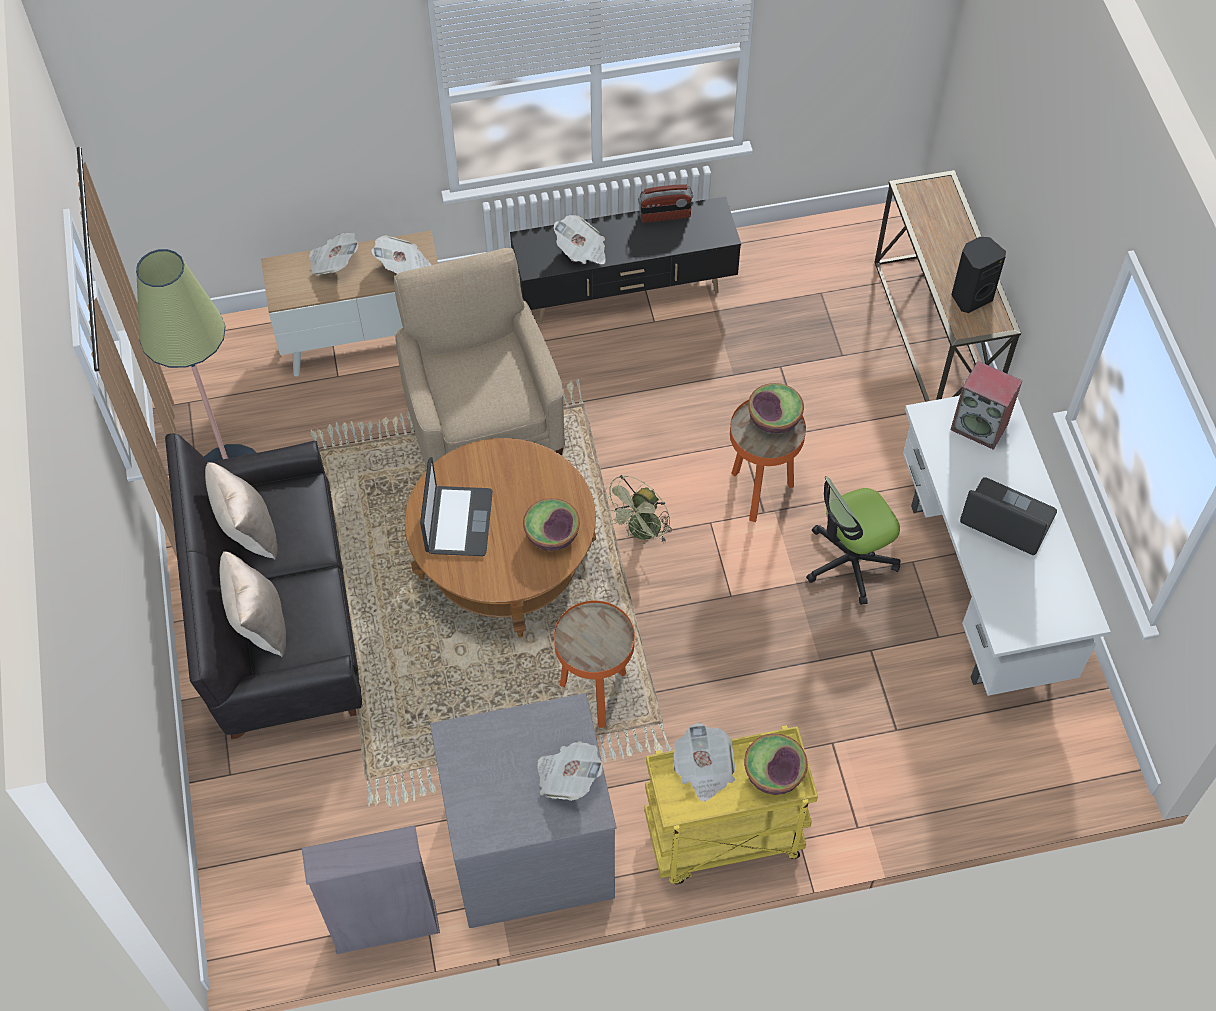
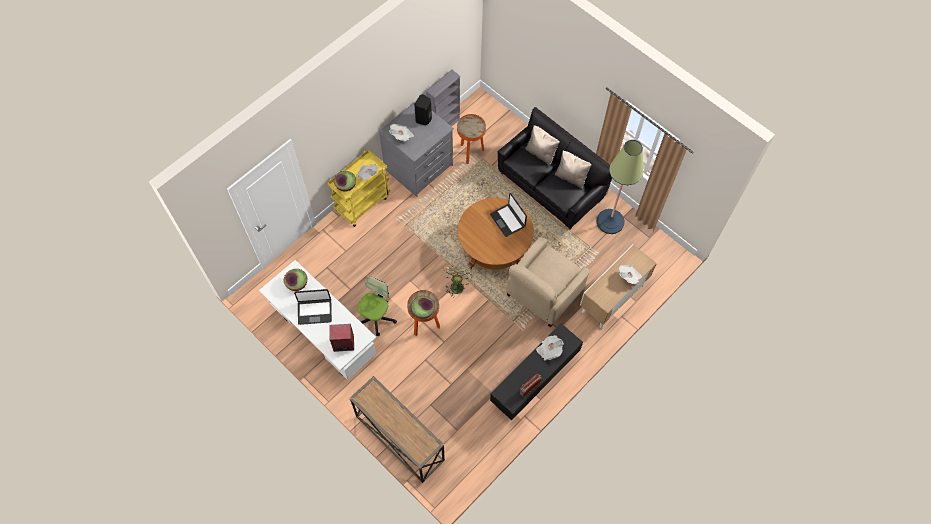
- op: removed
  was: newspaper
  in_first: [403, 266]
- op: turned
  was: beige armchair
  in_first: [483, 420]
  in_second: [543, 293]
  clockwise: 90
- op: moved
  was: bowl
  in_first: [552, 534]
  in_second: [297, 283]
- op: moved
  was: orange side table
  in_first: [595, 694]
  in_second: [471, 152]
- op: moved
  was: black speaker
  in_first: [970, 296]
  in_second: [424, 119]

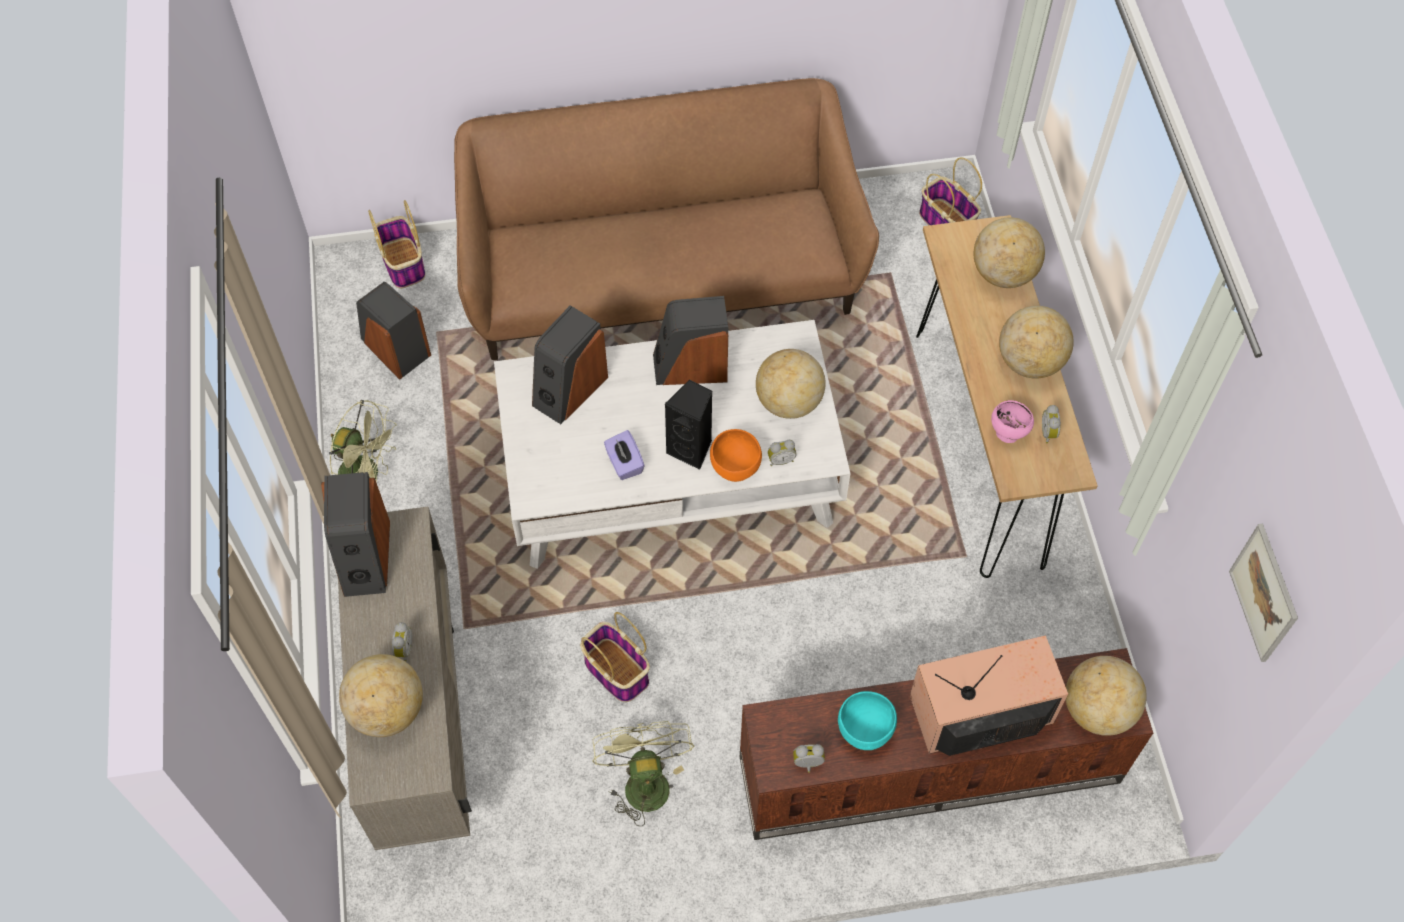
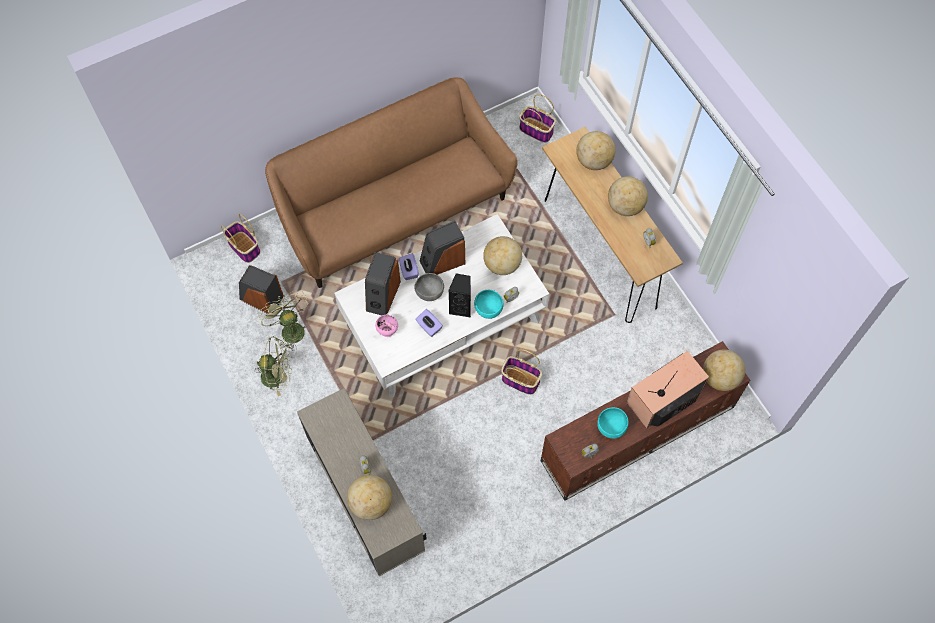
- op: removed
  was: speaker
  in_first: [365, 557]
- op: moved
  was: basket
  in_first: [615, 670]
  in_second: [519, 380]
- op: moved
  was: green fan
  in_first: [643, 780]
  in_second: [289, 329]
- op: recoloured
  was: orange bowl
  now: turquoise bowl
  in_first: [735, 468]
  in_second: [488, 310]
- op: moved
  was: pink bowl
  in_first: [1007, 433]
  in_second: [387, 331]
- op: removed
  was: picture
  in_first: [1264, 593]
- op: added
  now: purple tissue box
  in_second: [409, 271]
- op: added
  now: grey bowl
  in_second: [430, 293]

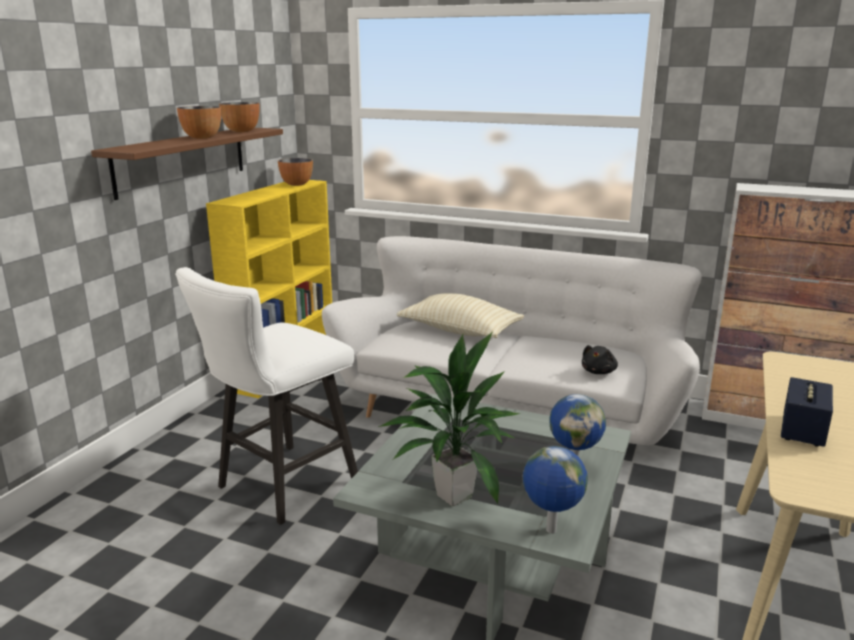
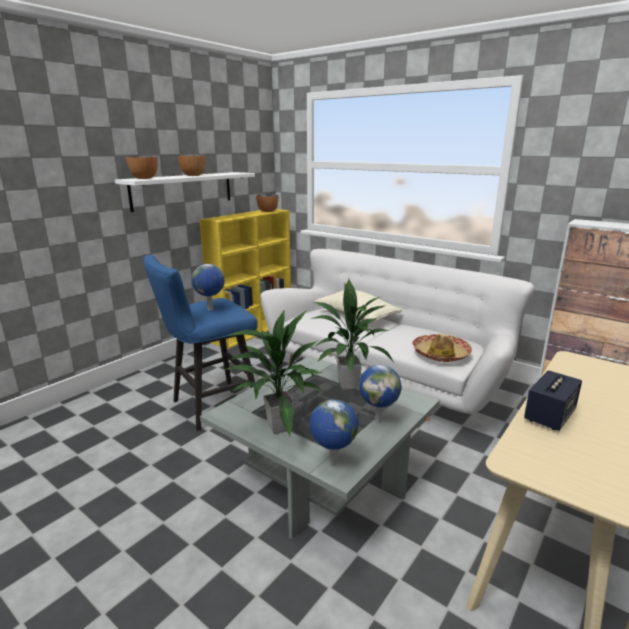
- op: recoloured
  was: brown shelf
  now: white shelf
  in_first: [182, 160]
  in_second: [183, 190]
- op: recoloured
  was: white stool
  now: blue stool
  in_first: [280, 487]
  in_second: [210, 407]
- op: moved
  was: bowl
  in_first: [242, 131]
  in_second: [144, 178]
- op: replaced
  was: black plush toy
  now: hat
  in_first: [599, 372]
  in_second: [440, 354]
- op: added
  now: globe
  in_second: [210, 309]
- op: added
  now: potted plant
  in_second: [348, 386]

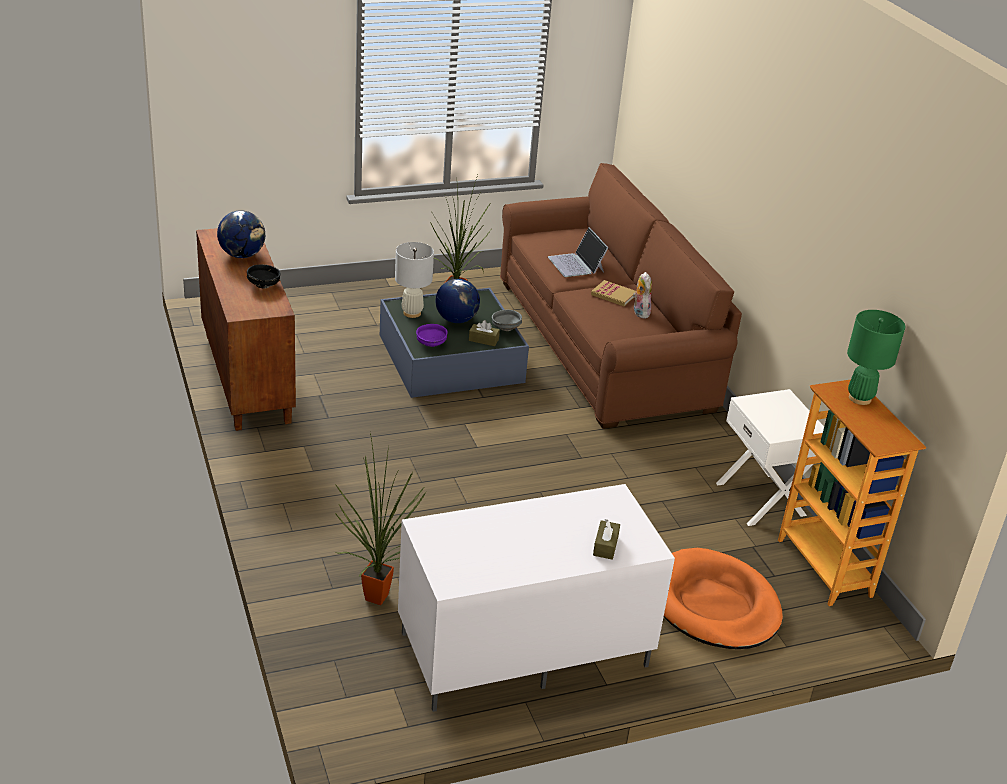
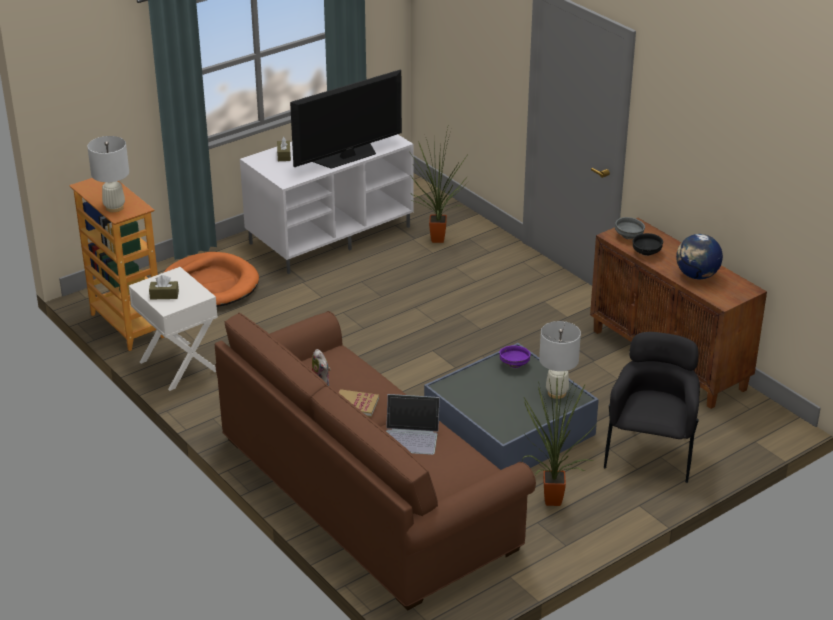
- op: removed
  was: globe
  in_first: [456, 320]
- op: moved
  was: brown tissue box
  in_first: [483, 340]
  in_second: [164, 295]
- op: moved
  was: grey bowl
  in_first: [505, 328]
  in_second: [629, 236]
- op: turned
  was: laptop
  in_first: [576, 264]
  in_second: [411, 436]
  clockwise: 135
- op: recoloured
  was: green table lamp
  now: white table lamp
  in_first: [859, 398]
  in_second: [114, 208]
- op: added
  now: television
  in_second: [347, 156]
- op: added
  now: black armchair
  in_second: [651, 452]

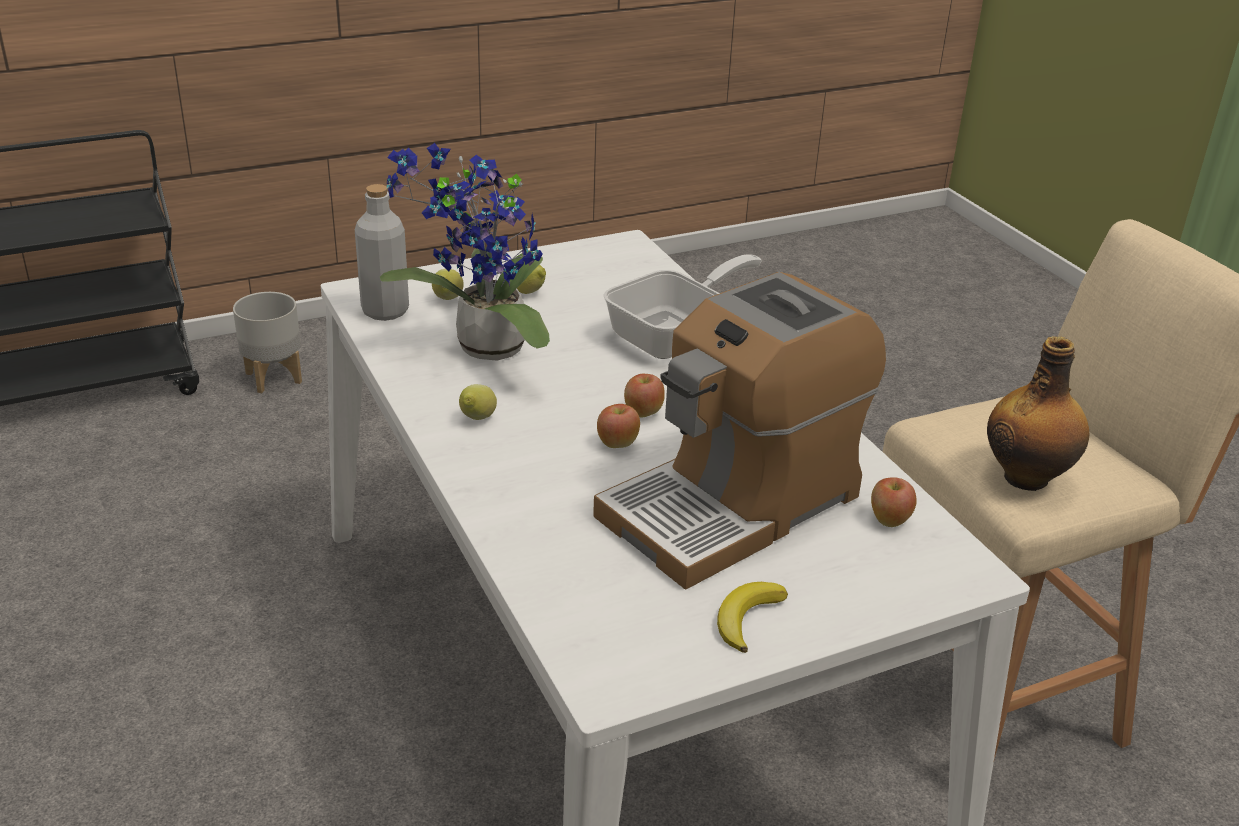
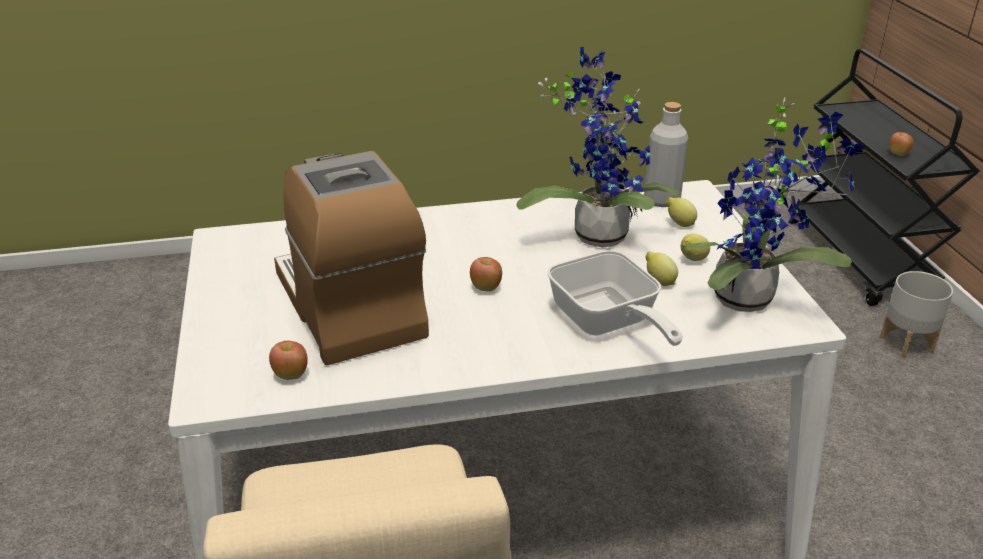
- op: moved
  was: lemon
  in_first: [477, 419]
  in_second: [659, 282]
- op: moved
  was: apple
  in_first: [617, 443]
  in_second: [898, 154]
- op: removed
  was: banana
  in_first: [747, 618]
- op: removed
  was: bottle
  in_first: [1027, 477]
- op: added
  now: potted plant
  in_second: [751, 299]

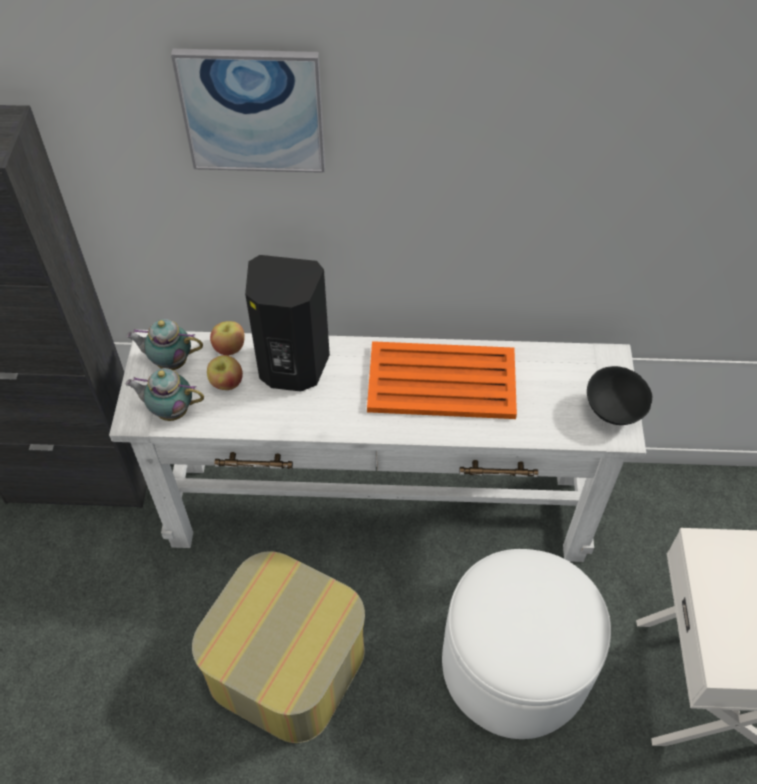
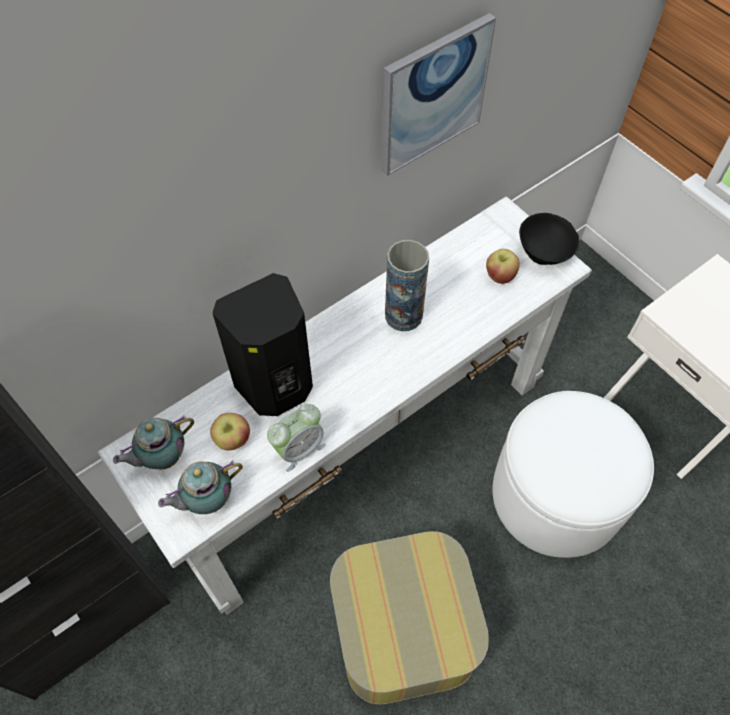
- op: moved
  was: picture
  in_first: [253, 110]
  in_second: [433, 95]
- op: moved
  was: apple
  in_first: [229, 347]
  in_second: [500, 275]
- op: replaced
  was: orange tray
  now: vase
  in_first: [440, 381]
  in_second: [403, 315]
- op: added
  now: alarm clock
  in_second: [299, 449]

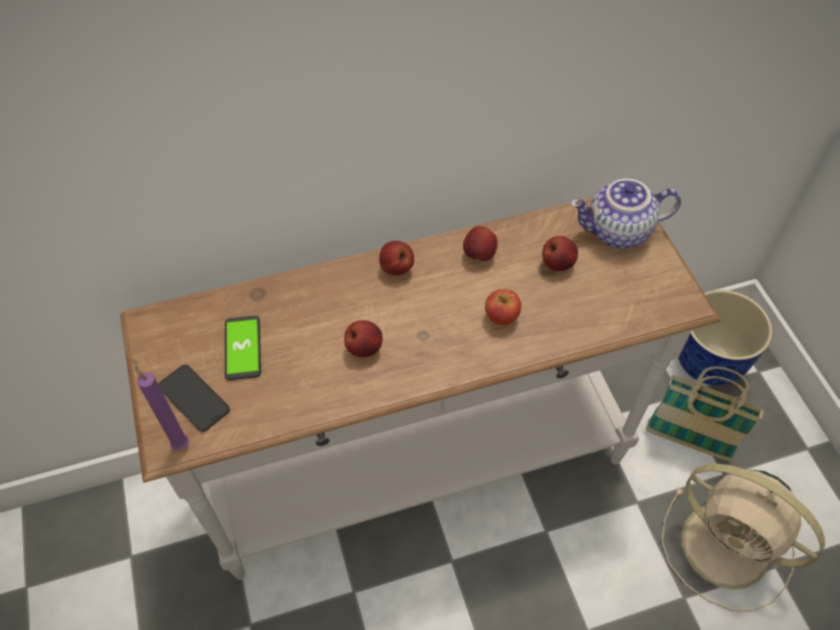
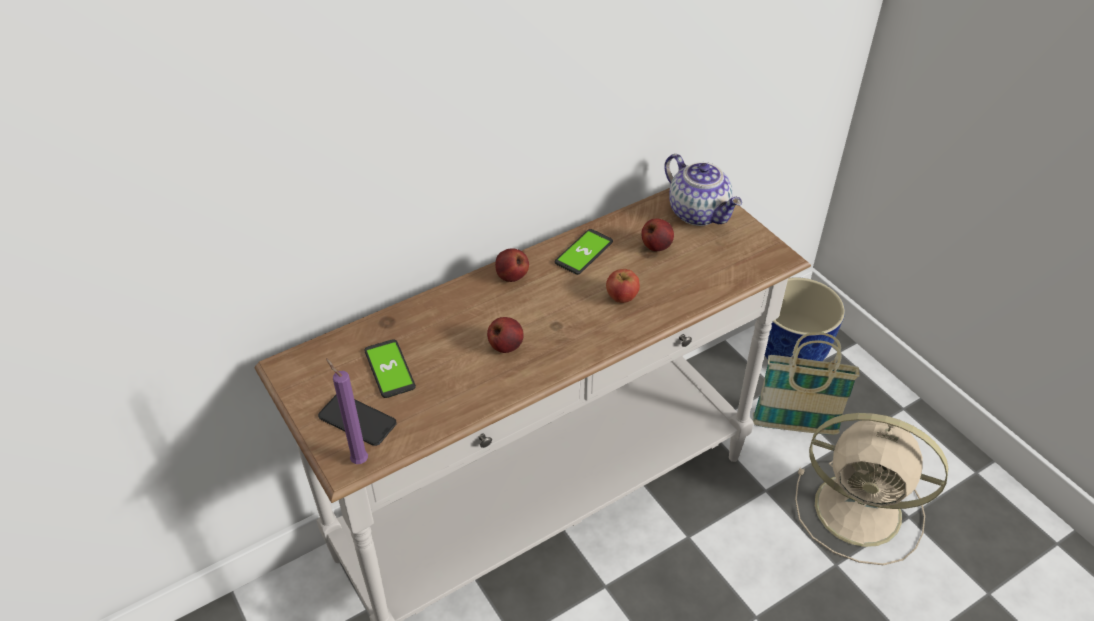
- op: replaced
  was: apple
  now: phone
  in_first: [479, 255]
  in_second: [584, 252]
- op: turned
  was: teapot
  in_first: [617, 232]
  in_second: [699, 213]
  clockwise: -105

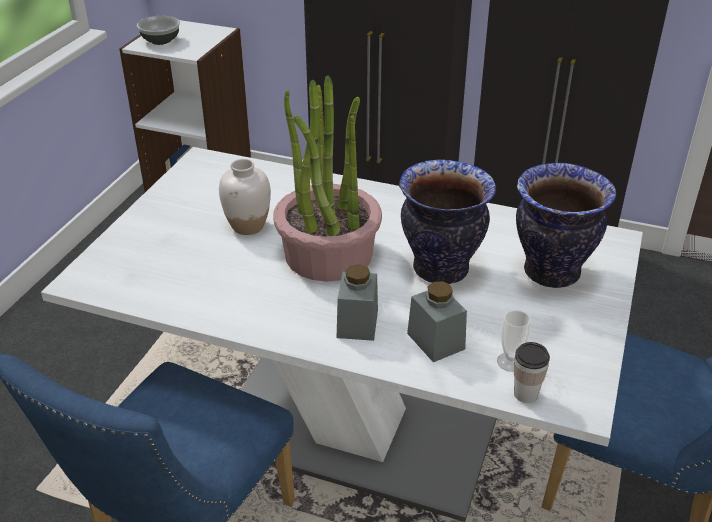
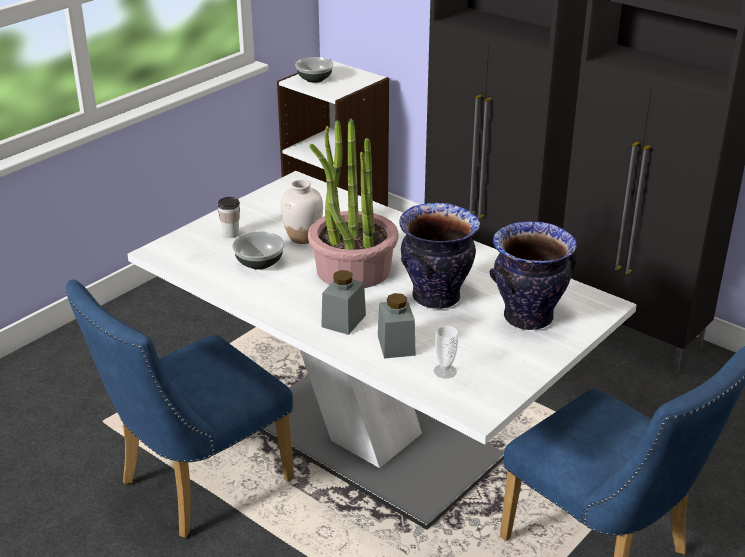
- op: moved
  was: cup
  in_first: [525, 394]
  in_second: [230, 234]
- op: added
  now: bowl
  in_second: [260, 263]

